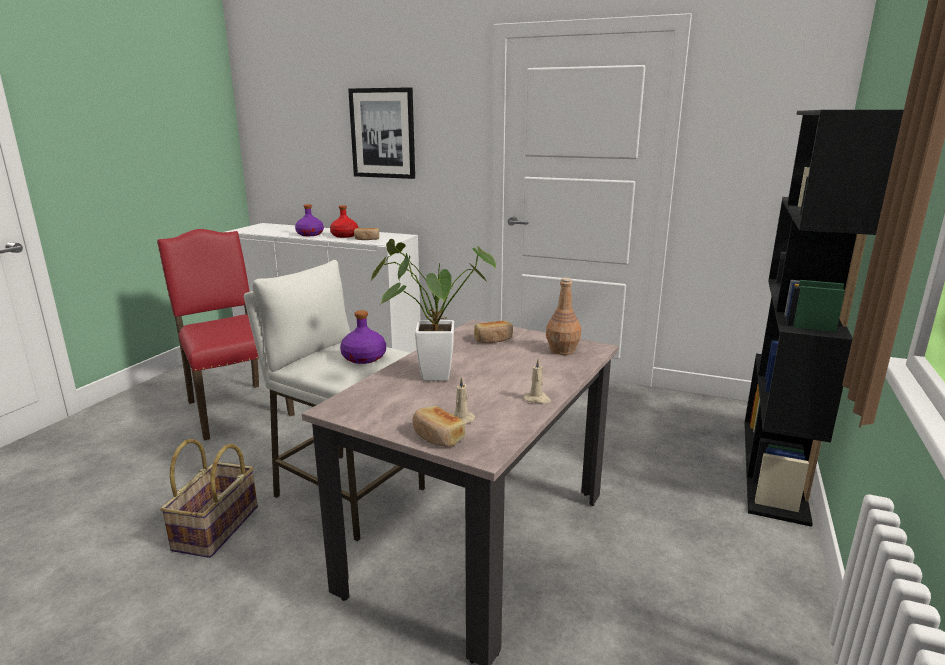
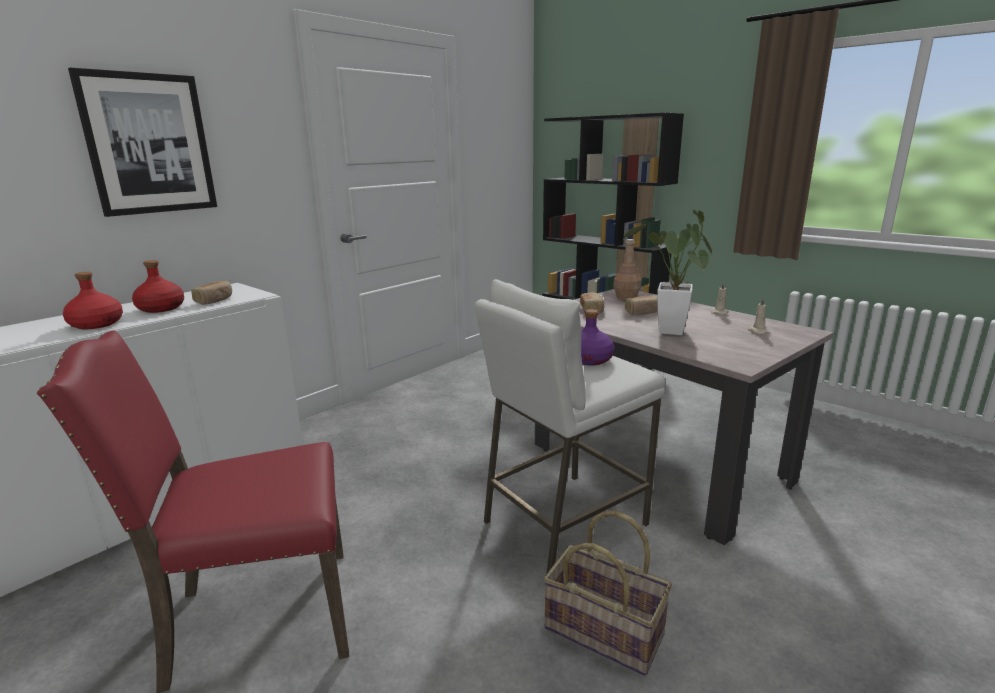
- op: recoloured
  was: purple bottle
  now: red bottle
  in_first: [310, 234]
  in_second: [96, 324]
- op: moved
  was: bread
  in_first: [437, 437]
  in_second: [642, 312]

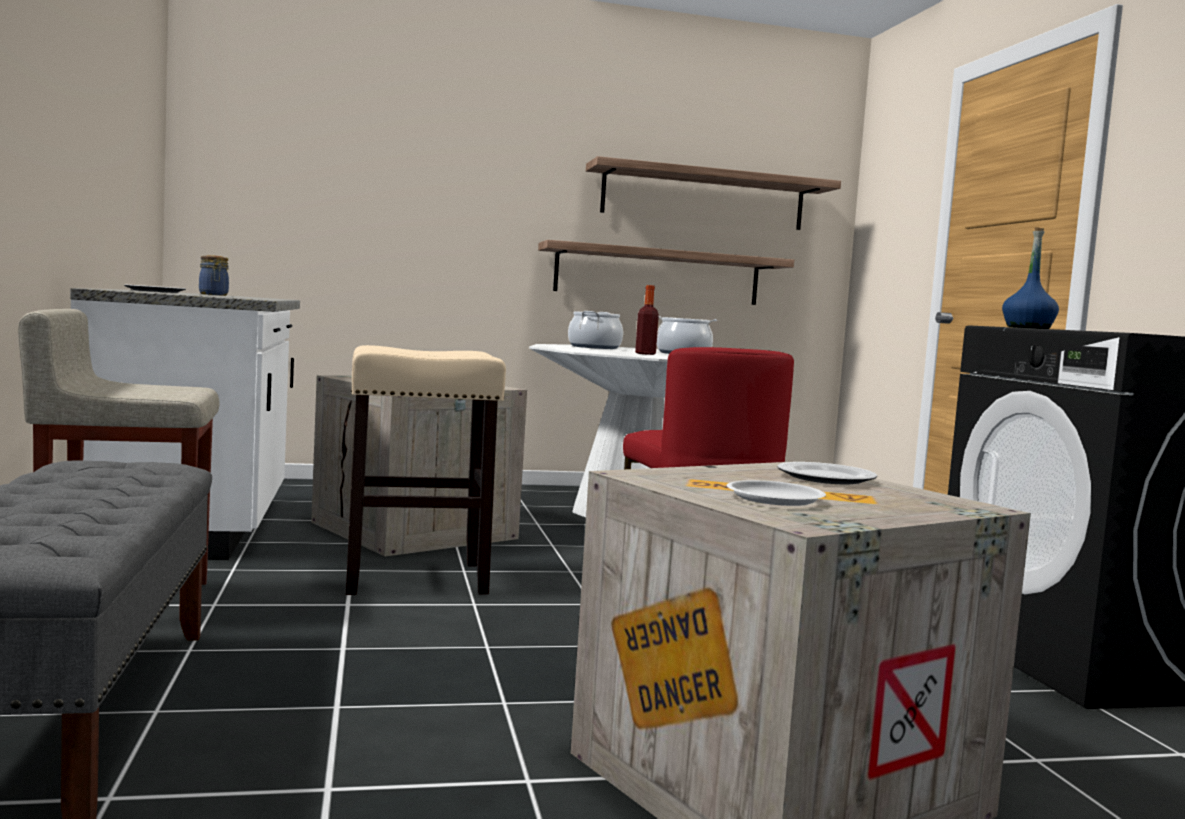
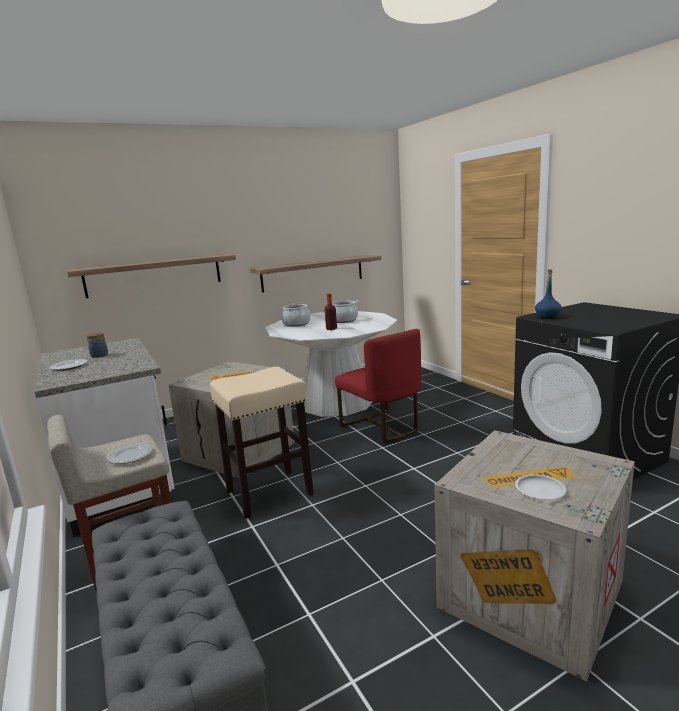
- op: moved
  was: shelf
  in_first: [703, 198]
  in_second: [154, 275]
- op: moved
  was: plate
  in_first: [827, 478]
  in_second: [131, 456]

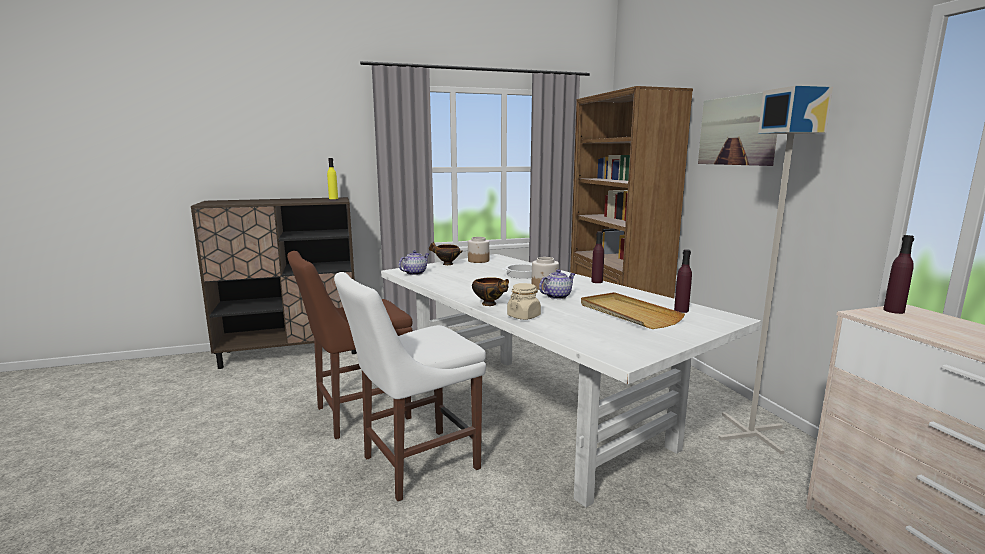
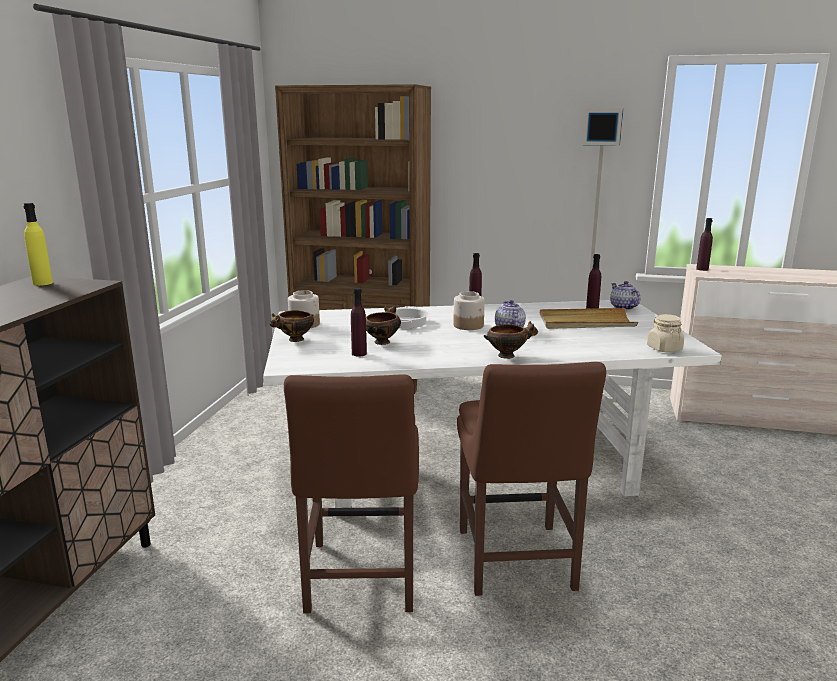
- op: recoloured
  was: white chair
  now: brown chair
  in_first: [415, 464]
  in_second: [516, 563]
- op: moved
  was: teapot
  in_first: [414, 273]
  in_second: [622, 307]
- op: moved
  was: beige jar
  in_first: [523, 316]
  in_second: [664, 348]
- op: removed
  was: picture
  in_first: [737, 130]
- op: added
  now: purple bottle
  in_second: [359, 353]
- op: added
  now: bowl
  in_second: [382, 341]

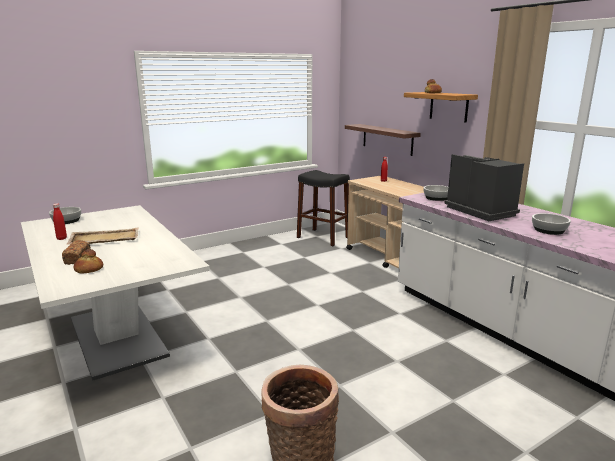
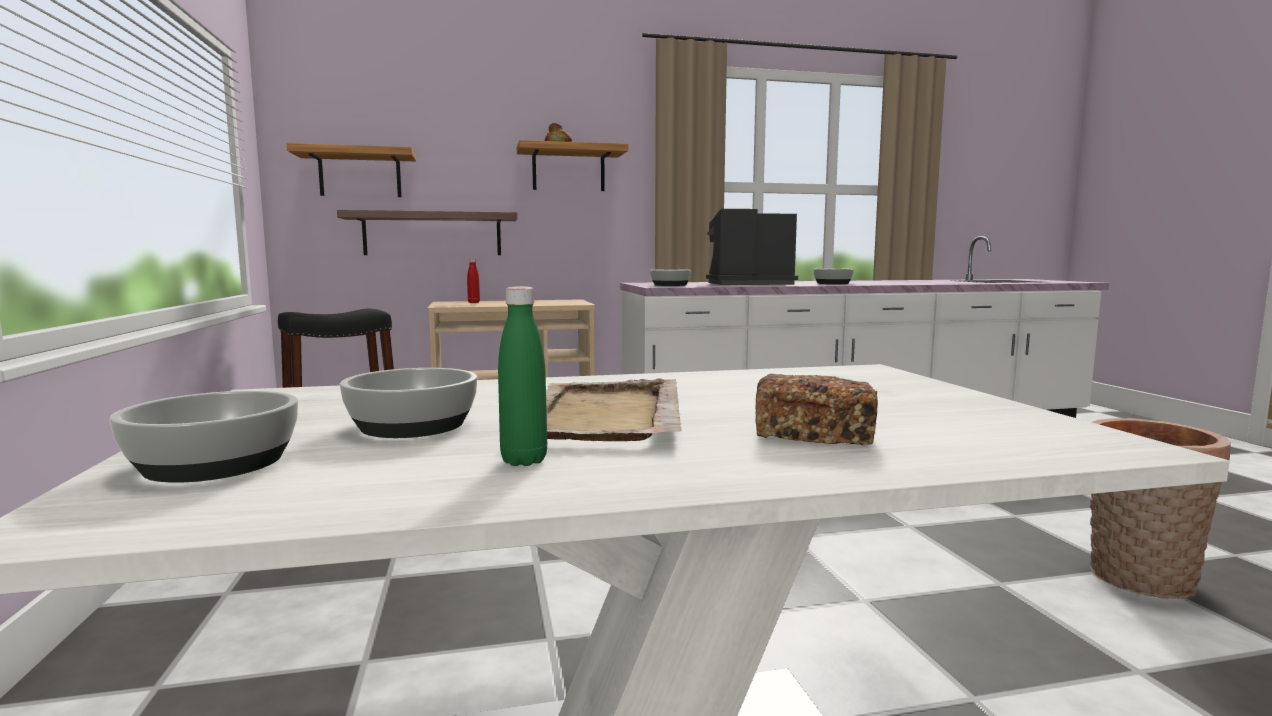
- op: recoloured
  was: red bottle
  now: green bottle
  in_first: [61, 238]
  in_second: [524, 460]
- op: removed
  was: bread
  in_first: [89, 269]
- op: added
  now: shelf
  in_second: [360, 174]
- op: added
  now: bowl
  in_second: [414, 425]

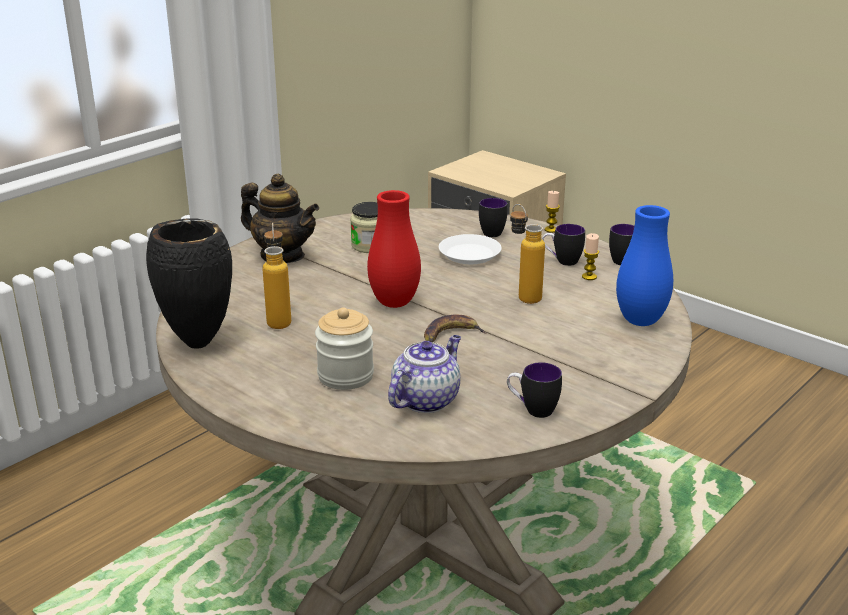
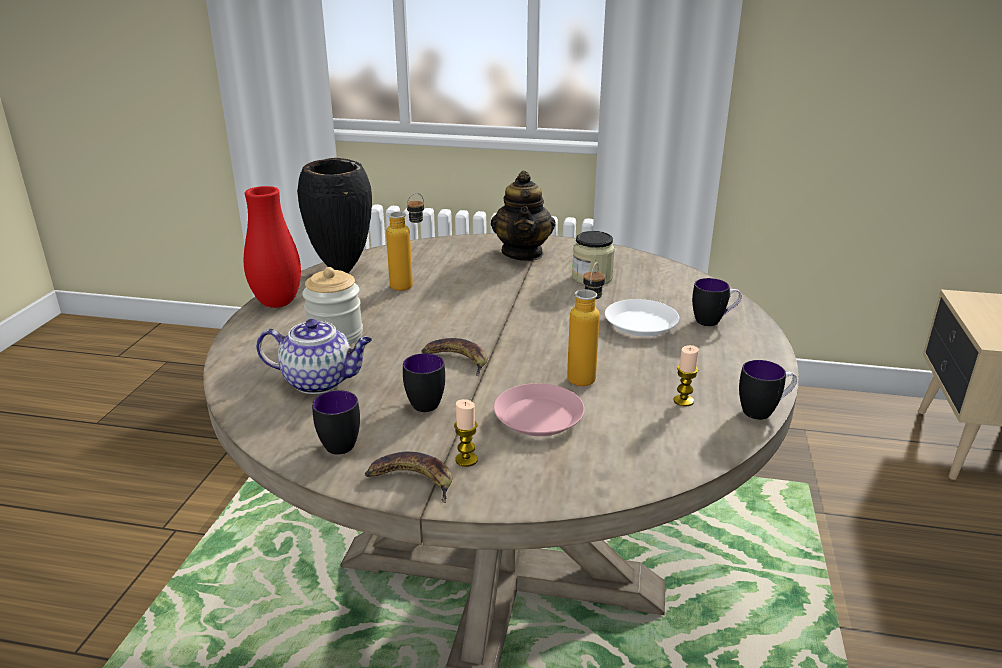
- op: moved
  was: red vase
  in_first: [394, 303]
  in_second: [277, 303]
- op: moved
  was: mug
  in_first: [562, 261]
  in_second: [422, 401]
- op: moved
  was: candle
  in_first: [551, 229]
  in_second: [466, 460]
- op: removed
  was: blue vase
  in_first: [640, 321]
- op: added
  now: banana
  in_second: [411, 480]
- op: added
  now: pink plate
  in_second: [538, 417]

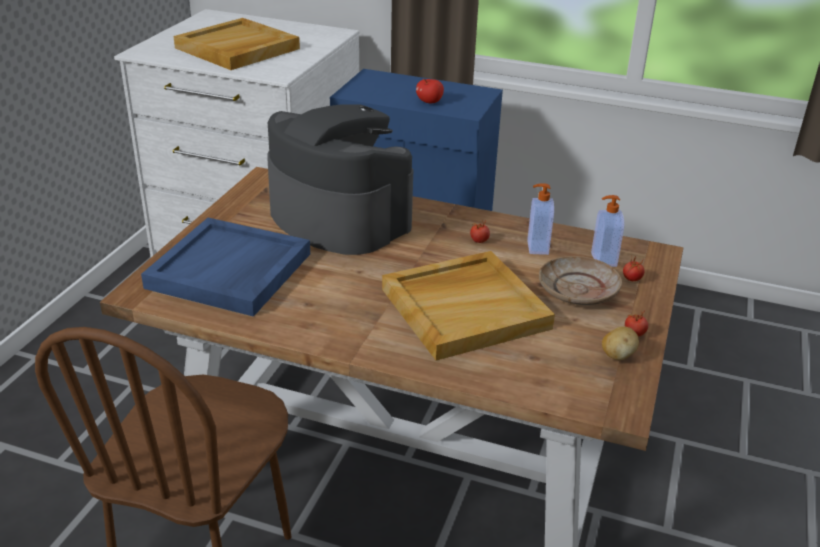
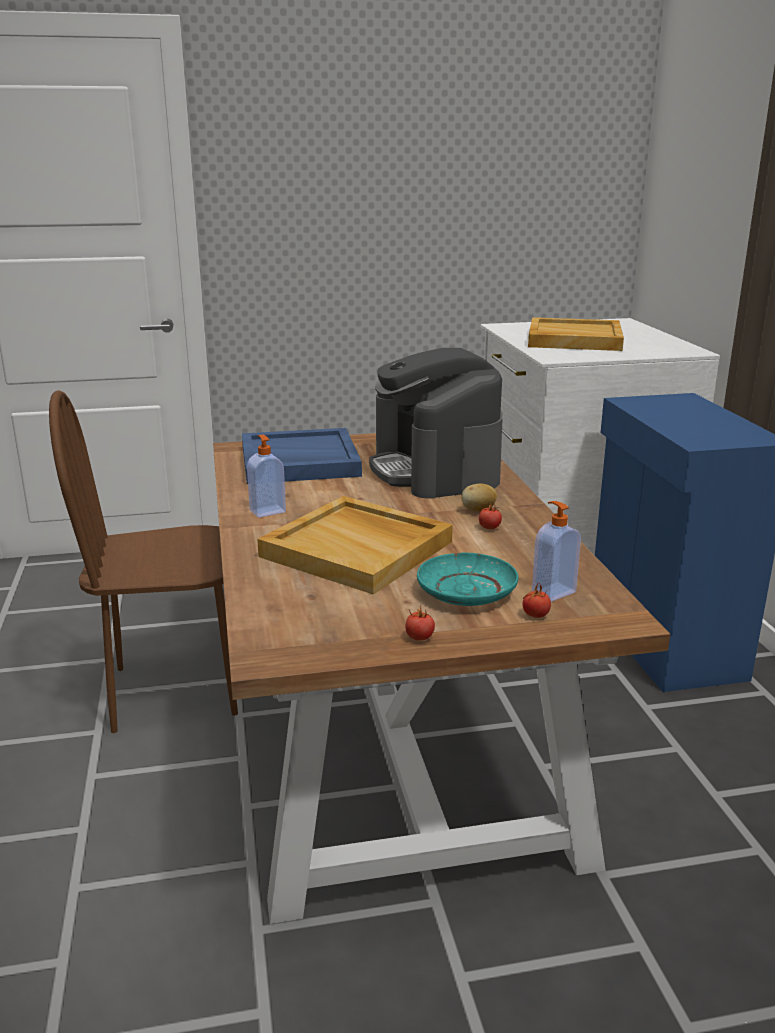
- op: turned
  was: coffee machine
  in_first: [338, 218]
  in_second: [435, 470]
  clockwise: 150
- op: removed
  was: apple
  in_first: [429, 102]
- op: moved
  was: soap dispenser
  in_first: [536, 247]
  in_second: [267, 511]
- op: recoloured
  was: beige plate
  now: turquoise plate
  in_first: [578, 290]
  in_second: [466, 592]
- op: moved
  was: potato
  in_first: [618, 355]
  in_second: [478, 510]

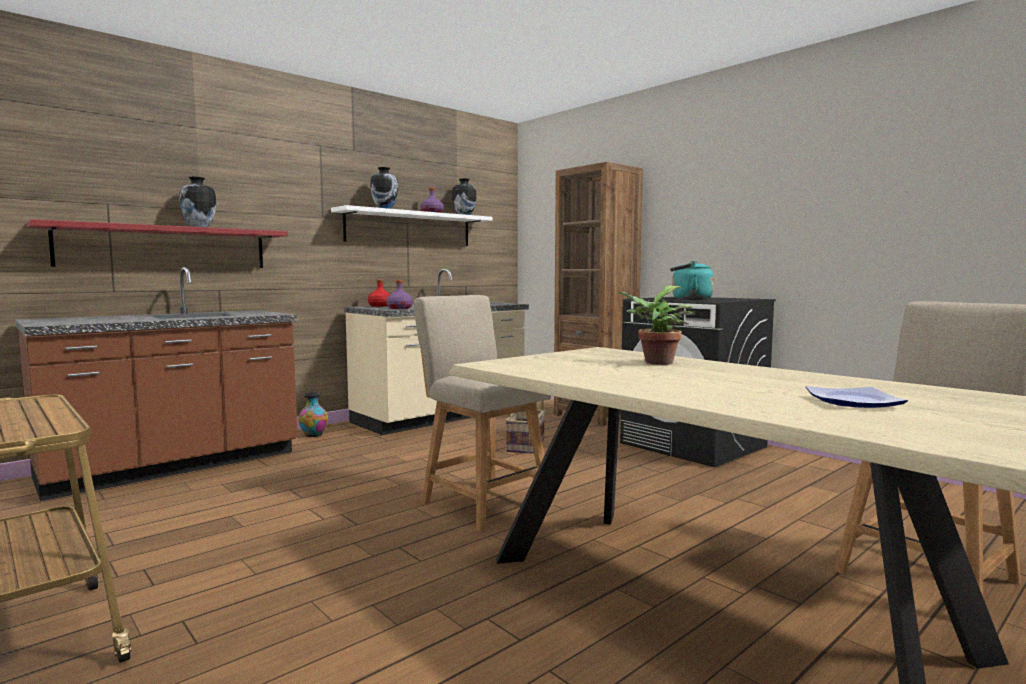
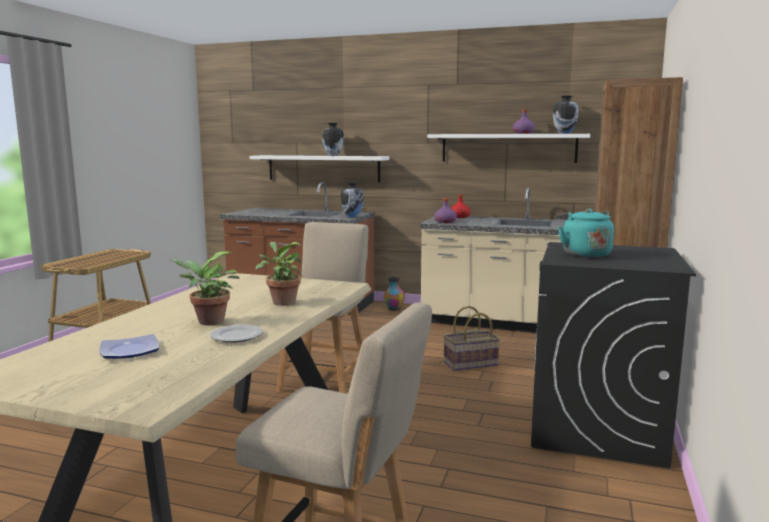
- op: recoloured
  was: red shelf
  now: white shelf
  in_first: [166, 247]
  in_second: [323, 168]
- op: moved
  was: vase
  in_first: [385, 209]
  in_second: [352, 216]
- op: added
  now: potted plant
  in_second: [207, 322]
- op: added
  now: plate
  in_second: [236, 336]

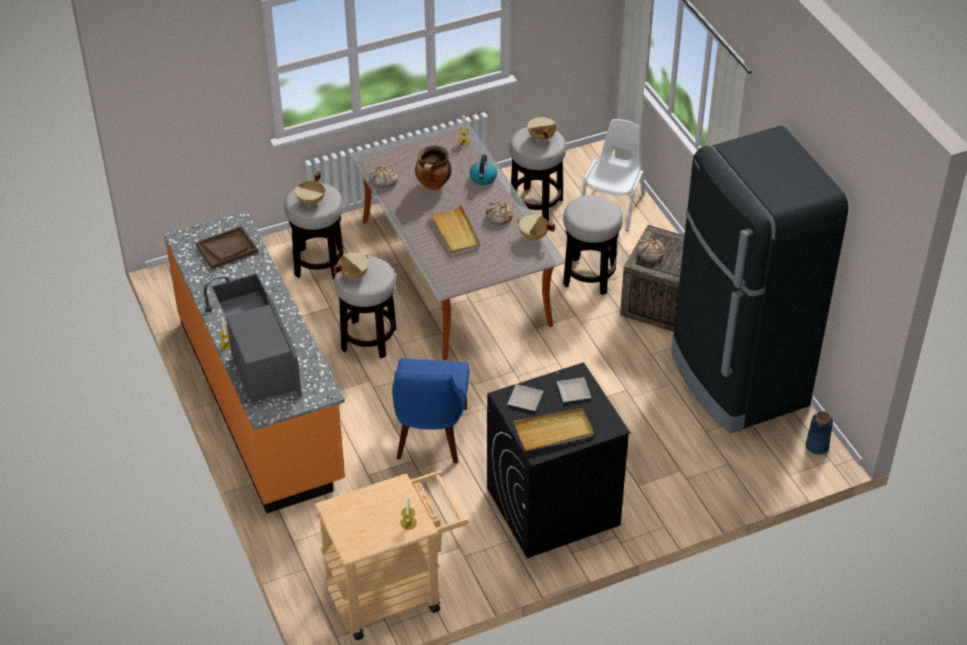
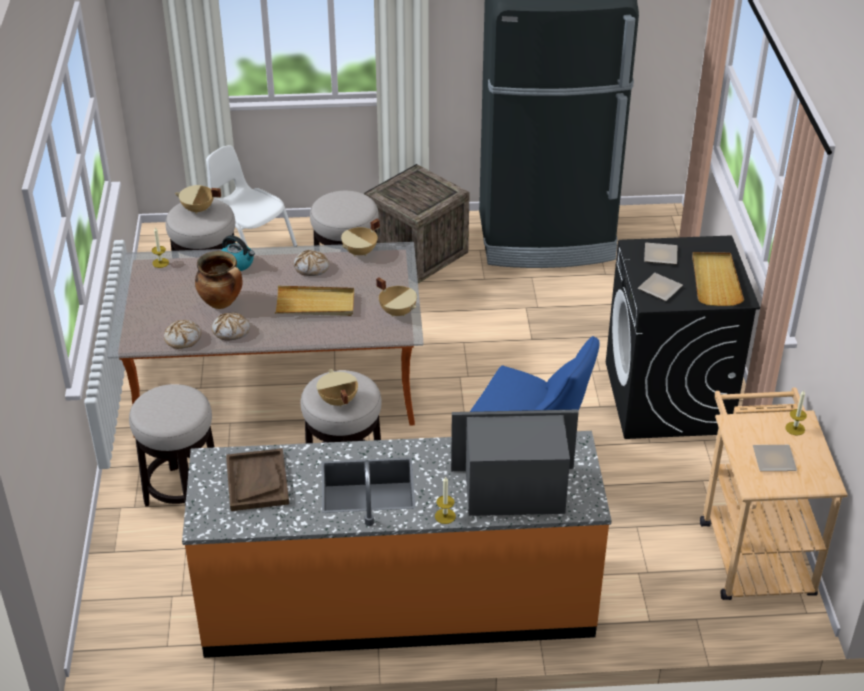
- op: moved
  was: beige cooking pot
  in_first: [311, 201]
  in_second: [398, 311]
- op: moved
  was: bread
  in_first: [650, 253]
  in_second: [231, 331]
- op: removed
  was: blue vase
  in_first: [817, 446]
- op: added
  now: plate
  in_second: [772, 459]

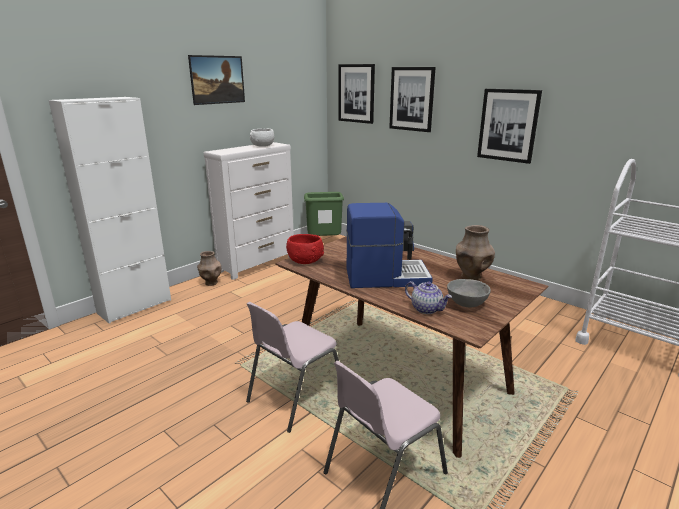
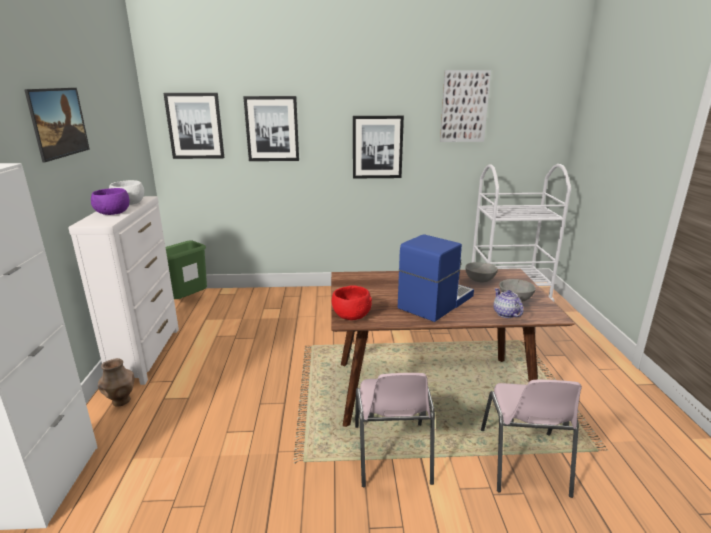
- op: turned
  was: teapot
  in_first: [426, 309]
  in_second: [505, 314]
  clockwise: -105
- op: replaced
  was: brown vase
  now: grey bowl
  in_first: [471, 278]
  in_second: [479, 280]
- op: added
  now: purple bowl
  in_second: [113, 213]
- op: added
  now: picture
  in_second: [464, 106]

